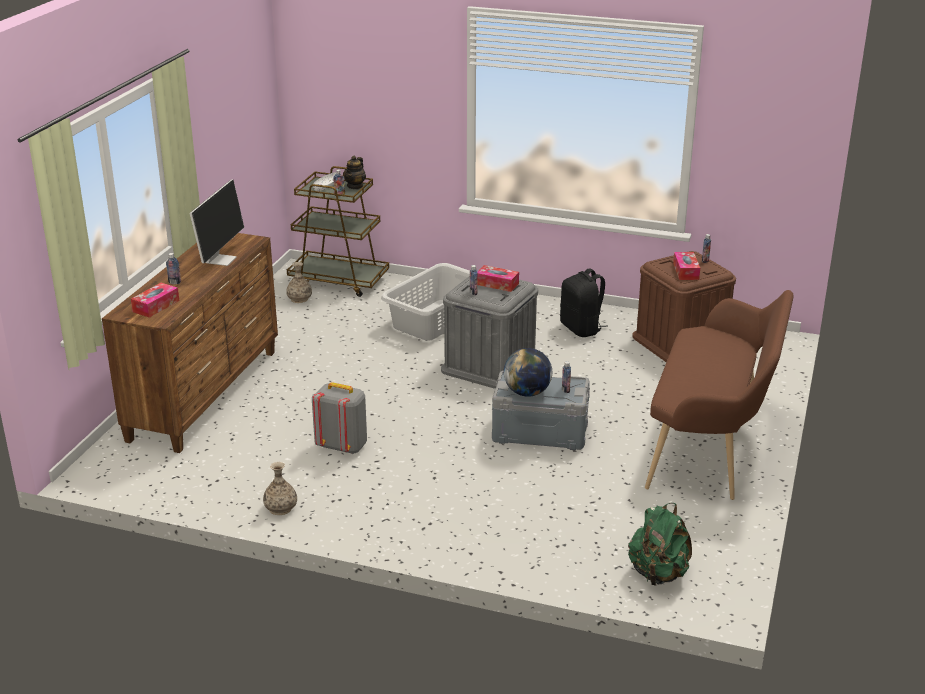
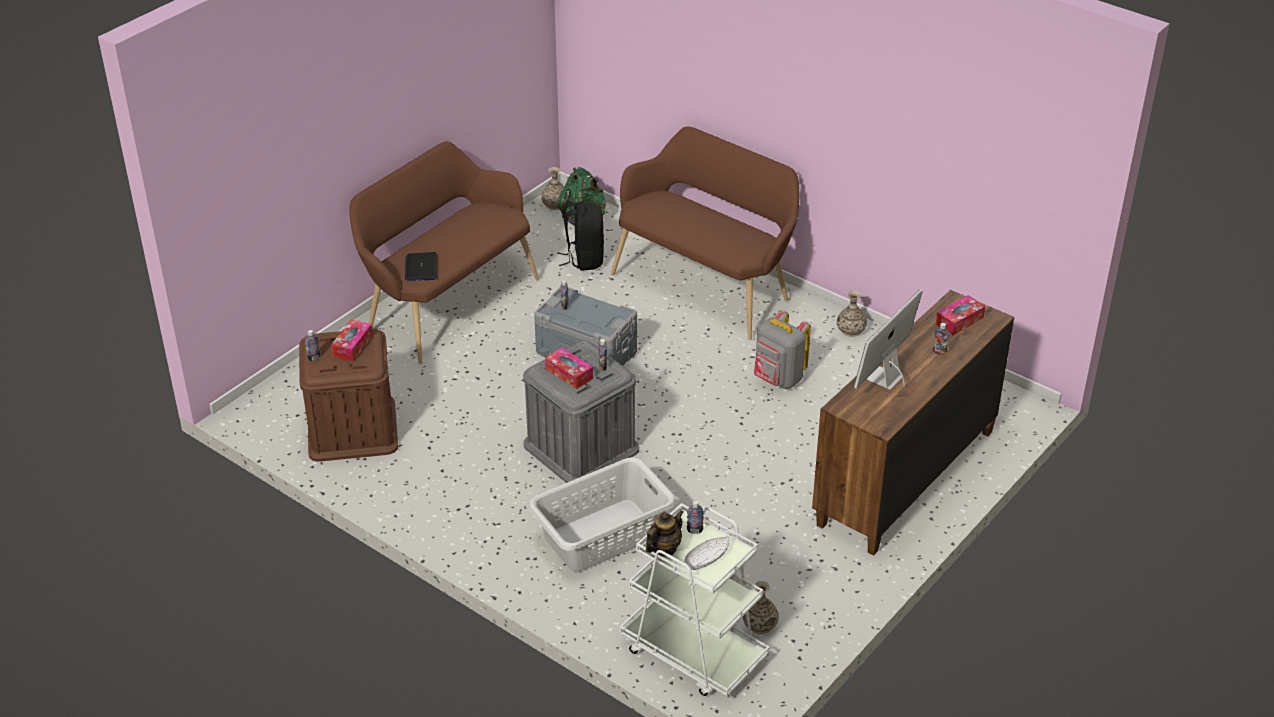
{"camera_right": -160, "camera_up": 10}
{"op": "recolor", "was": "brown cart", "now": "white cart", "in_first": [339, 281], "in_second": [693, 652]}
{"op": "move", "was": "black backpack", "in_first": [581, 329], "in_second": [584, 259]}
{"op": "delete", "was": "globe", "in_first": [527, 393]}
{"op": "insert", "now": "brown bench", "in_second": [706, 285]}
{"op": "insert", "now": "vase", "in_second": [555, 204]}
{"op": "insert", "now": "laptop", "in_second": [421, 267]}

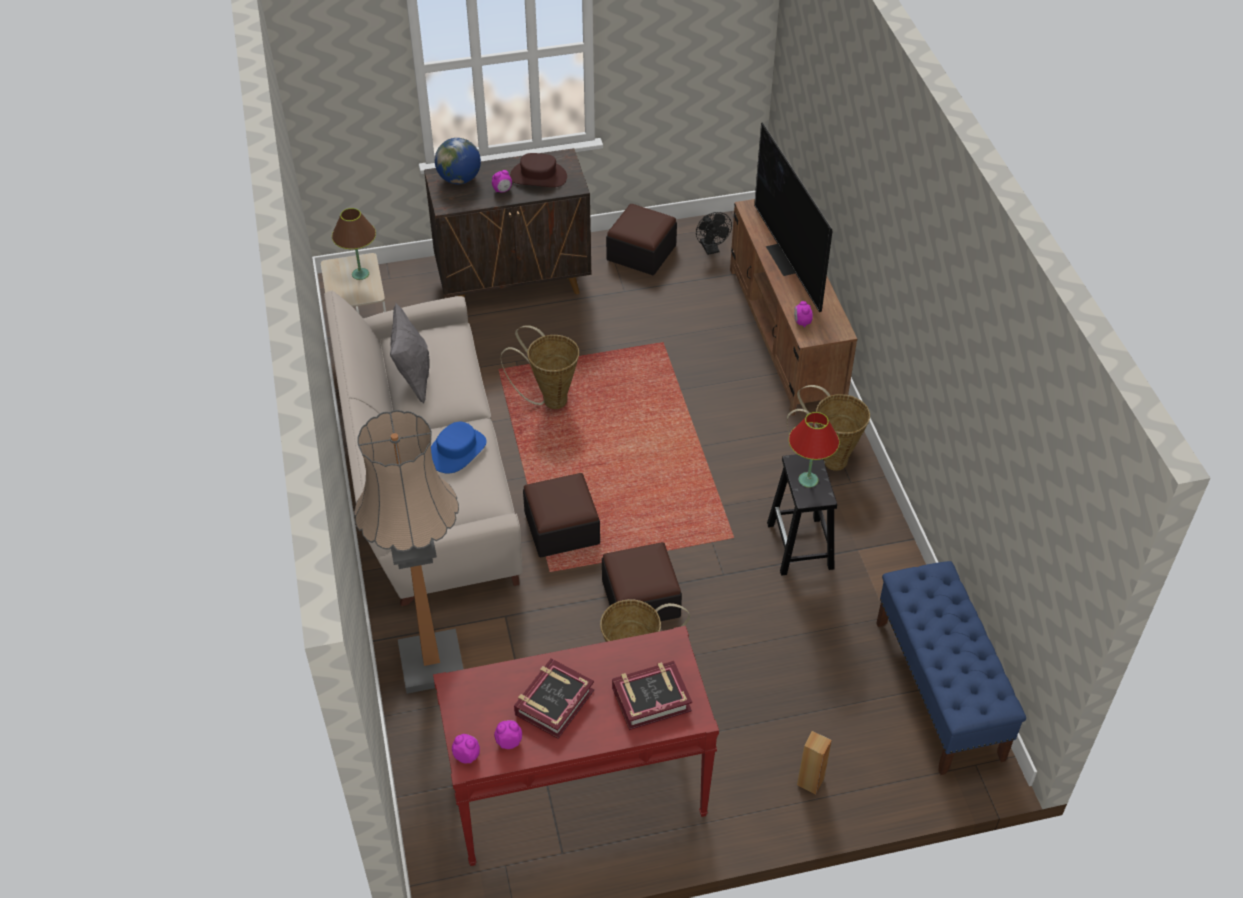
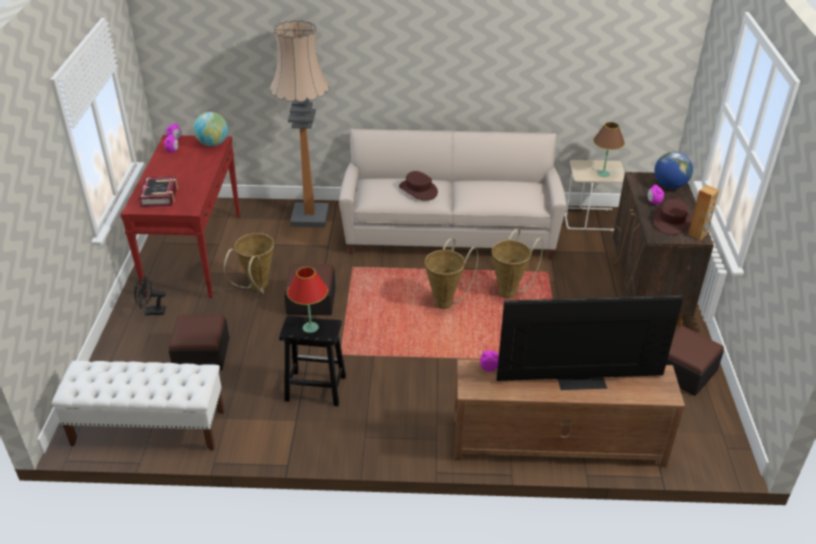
{"camera_right": 105, "camera_up": -10}
{"op": "move", "was": "black fan", "in_first": [711, 249], "in_second": [151, 312]}
{"op": "delete", "was": "grey pillow", "in_first": [413, 378]}
{"op": "move", "was": "basket", "in_first": [828, 460], "in_second": [446, 301]}
{"op": "recolor", "was": "blue hat", "now": "brown hat", "in_first": [457, 450], "in_second": [418, 190]}
{"op": "move", "was": "ottoman", "in_first": [562, 528], "in_second": [201, 354]}
{"op": "recolor", "was": "blue bench", "now": "white bench", "in_first": [939, 690], "in_second": [148, 428]}
{"op": "delete", "was": "book", "in_first": [553, 702]}
{"op": "move", "was": "brown speaker", "in_first": [810, 782], "in_second": [697, 234]}
{"op": "insert", "now": "globe", "in_second": [213, 144]}

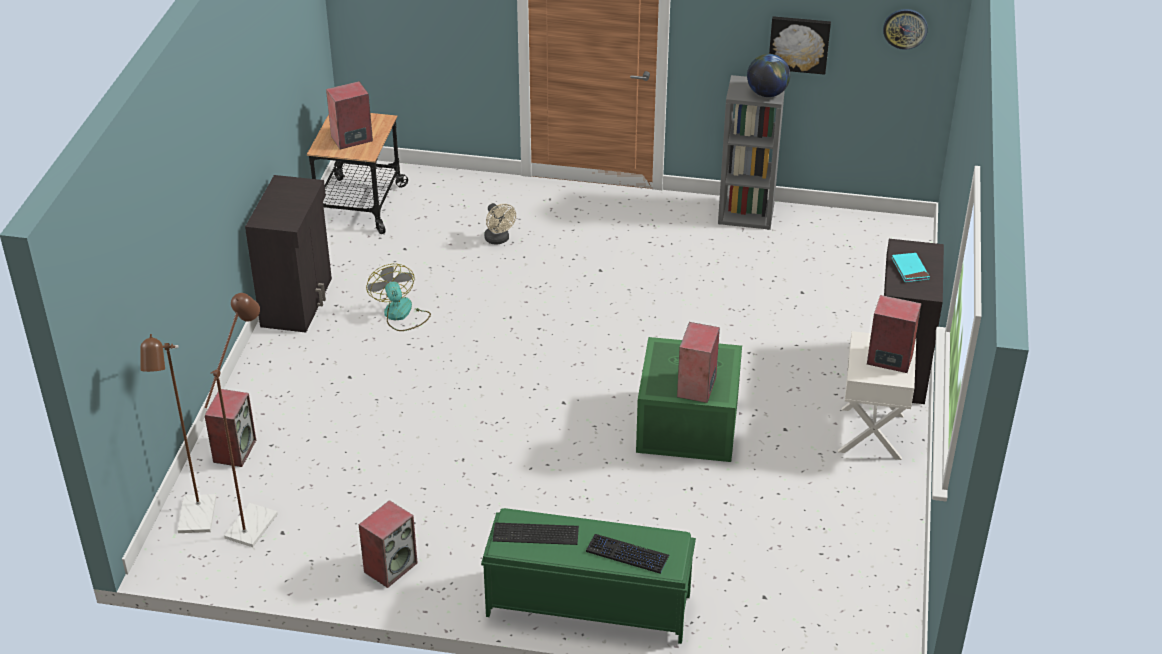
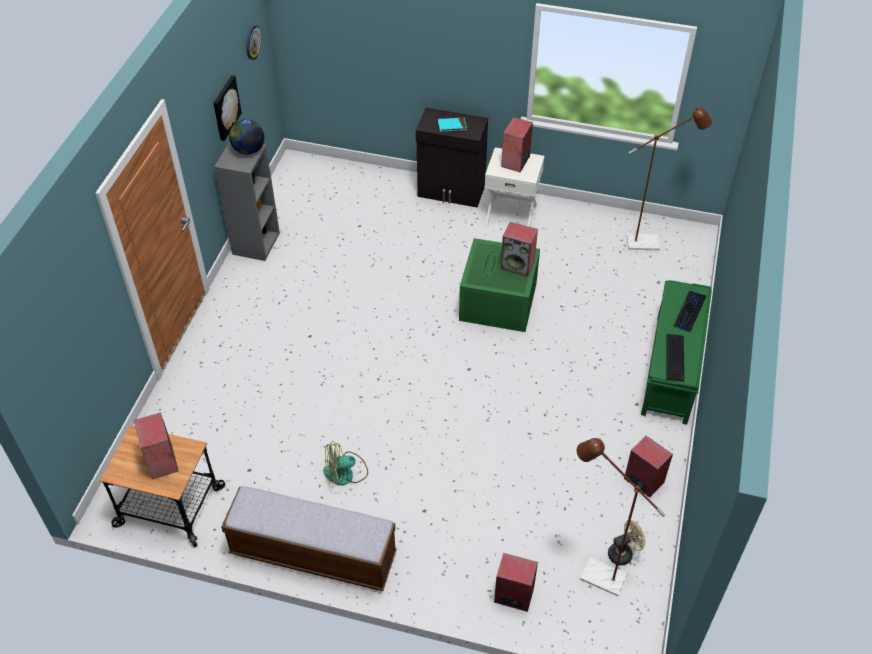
{"camera_right": -85, "camera_up": 10}
{"op": "replace", "was": "black cabinet", "now": "bench", "in_first": [298, 302], "in_second": [313, 554]}
{"op": "move", "was": "beige fan", "in_first": [499, 240], "in_second": [623, 553]}
{"op": "move", "was": "brown floor lamp", "in_first": [196, 522], "in_second": [649, 242]}

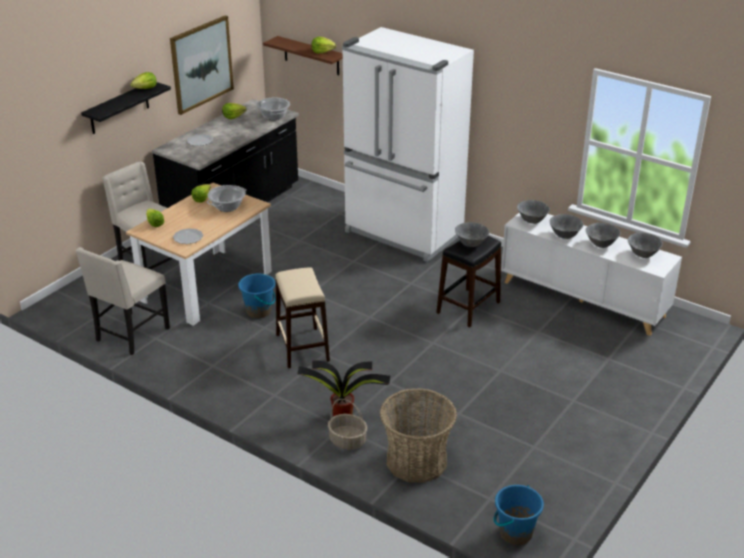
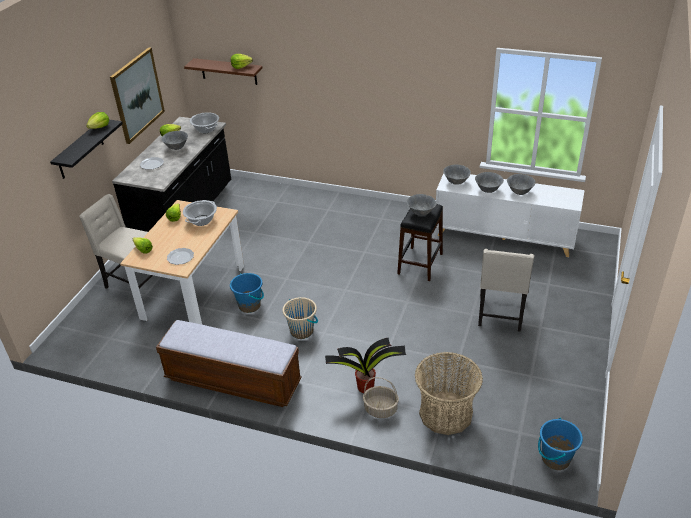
{"camera_right": -15, "camera_up": 5}
{"op": "delete", "was": "white fridge", "in_first": [403, 234]}
{"op": "move", "was": "grey bowl", "in_first": [642, 255], "in_second": [176, 148]}
{"op": "move", "was": "beige chair", "in_first": [131, 335], "in_second": [501, 314]}
{"op": "replace", "was": "beige stool", "now": "beige bucket", "in_first": [302, 347], "in_second": [302, 331]}
{"op": "insert", "now": "bench", "in_second": [233, 380]}

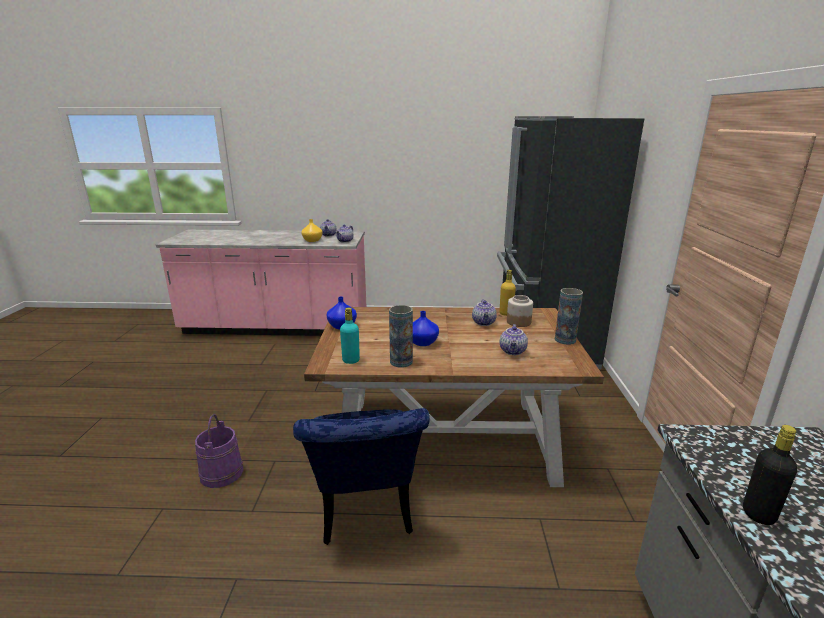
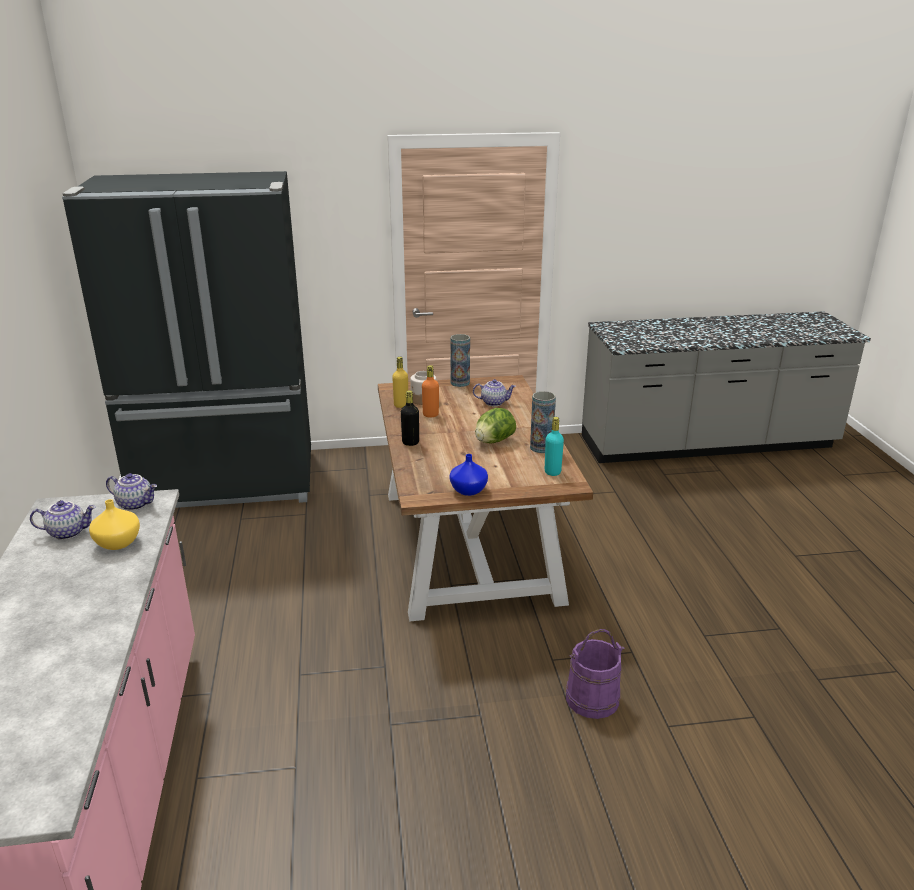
{"camera_right": -100, "camera_up": 5}
{"op": "replace", "was": "teapot", "now": "orange bottle", "in_first": [484, 323], "in_second": [430, 415]}
{"op": "replace", "was": "blue vase", "now": "lettuce", "in_first": [422, 343], "in_second": [494, 441]}
{"op": "delete", "was": "blue chair", "in_first": [365, 512]}
{"op": "move", "was": "black bottle", "in_first": [758, 514], "in_second": [410, 442]}

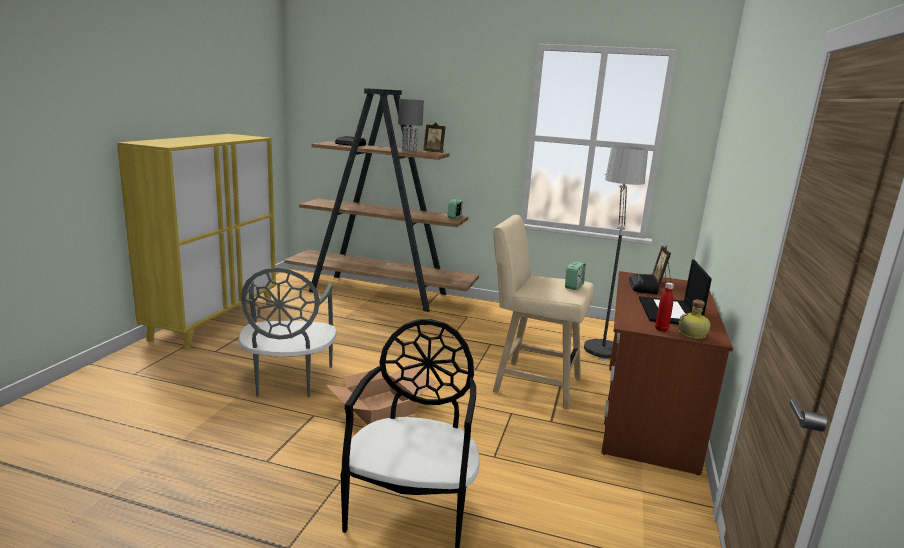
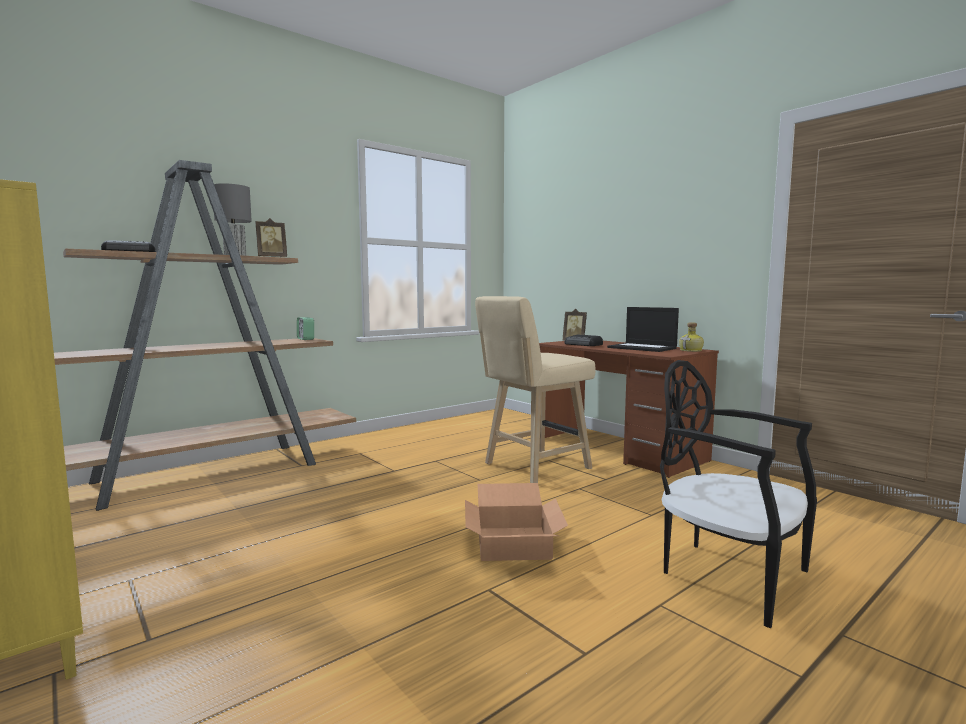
{"camera_right": -55, "camera_up": -10}
{"op": "delete", "was": "floor lamp", "in_first": [600, 339]}
{"op": "delete", "was": "alarm clock", "in_first": [573, 286]}
{"op": "delete", "was": "grey chair", "in_first": [288, 381]}
{"op": "delete", "was": "red bottle", "in_first": [661, 329]}

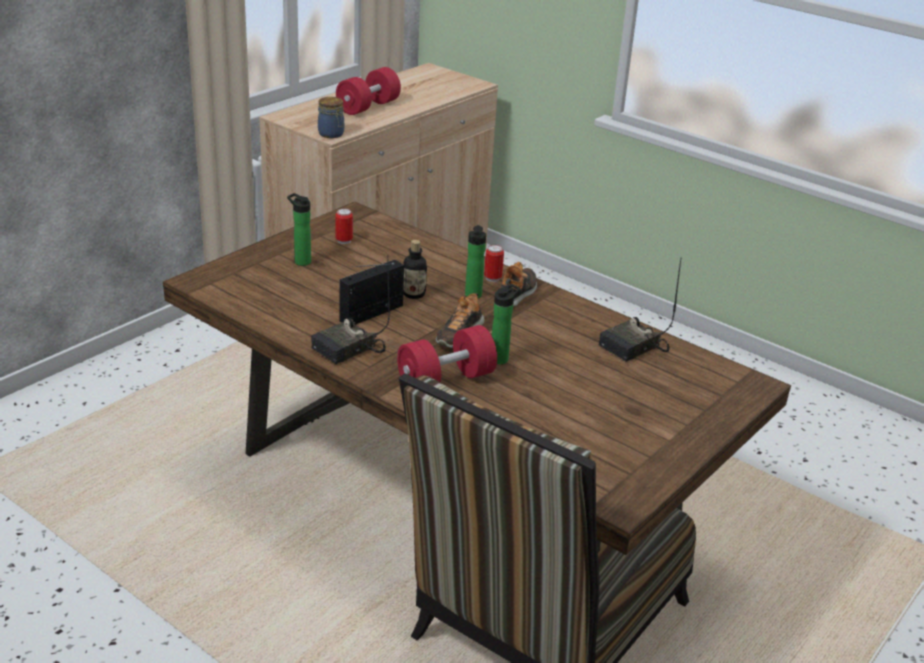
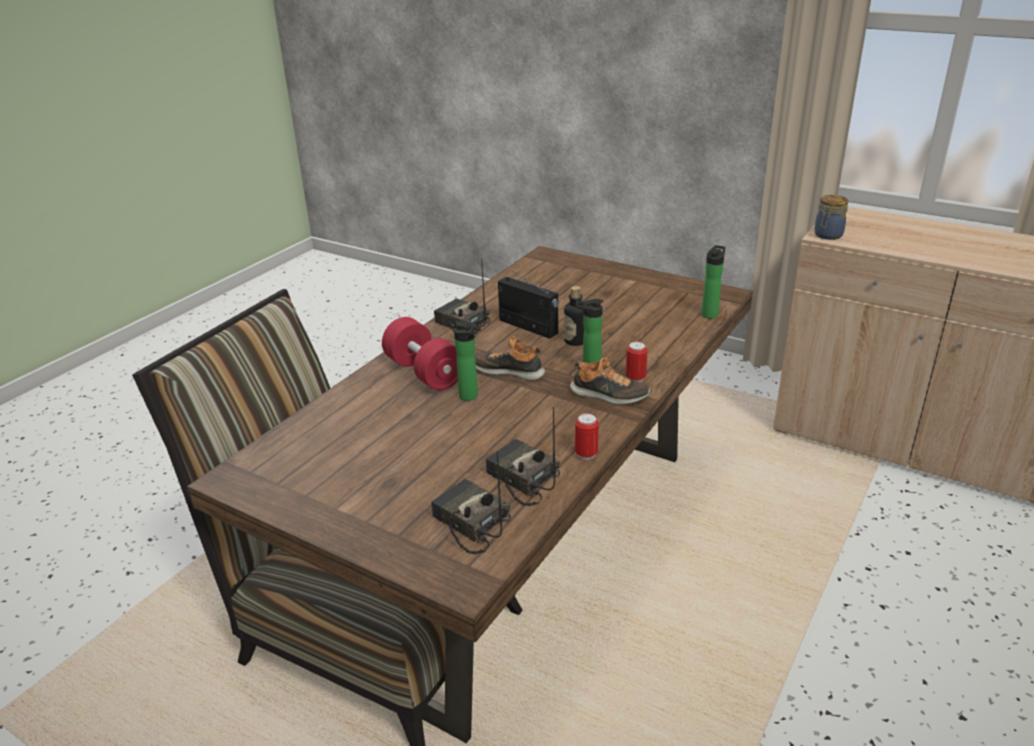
{"camera_right": 85, "camera_up": 0}
{"op": "delete", "was": "red dumbbell", "in_first": [368, 107]}
{"op": "move", "was": "bottle", "in_first": [300, 261], "in_second": [710, 314]}
{"op": "move", "was": "can", "in_first": [344, 241], "in_second": [586, 454]}
{"op": "insert", "now": "radio", "in_second": [469, 523]}

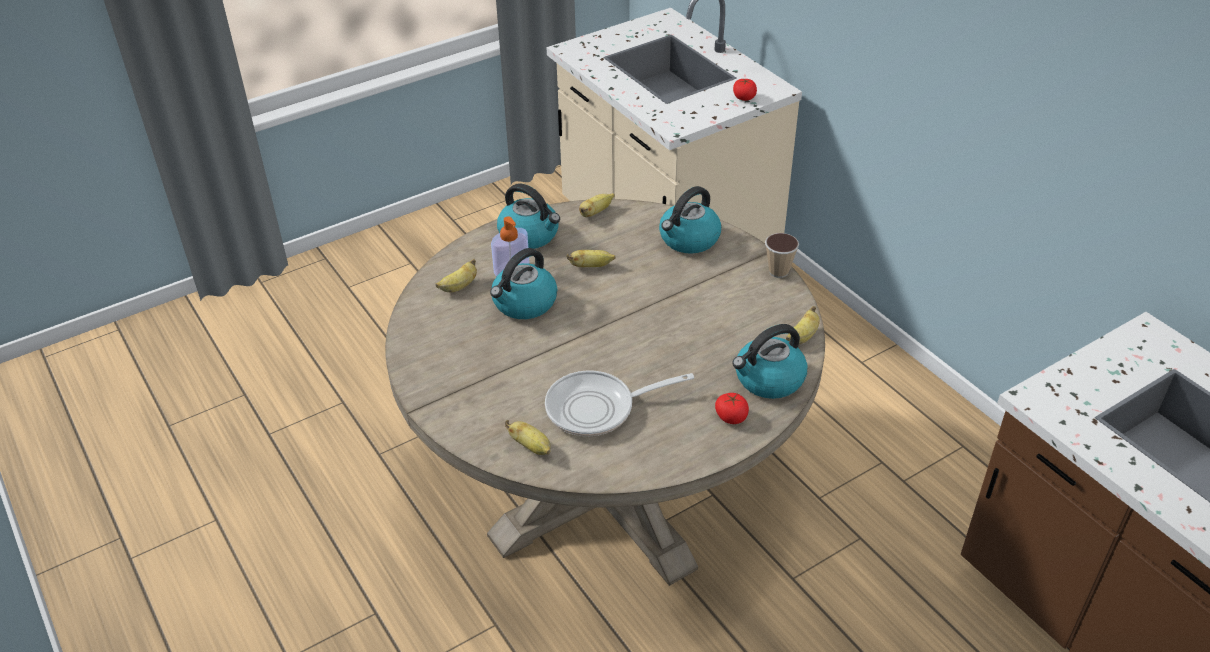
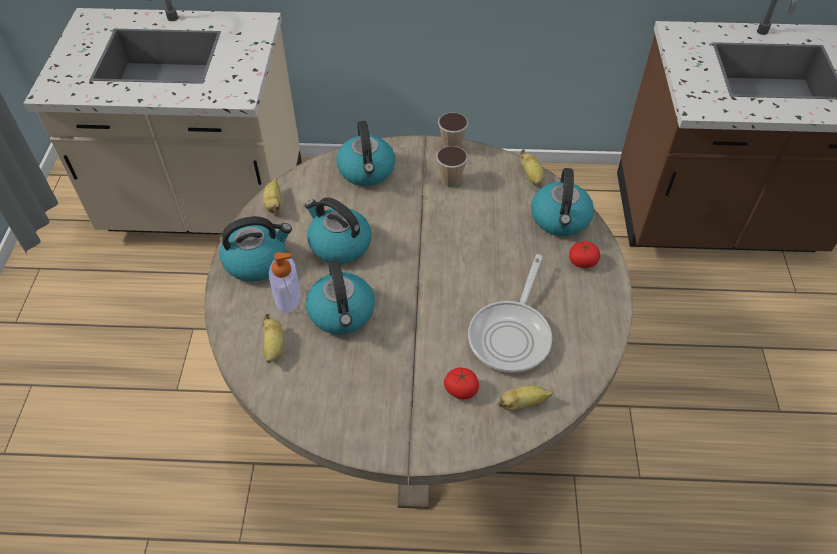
{"camera_right": -55, "camera_up": 10}
{"op": "move", "was": "tomato", "in_first": [744, 97], "in_second": [461, 389]}
{"op": "replace", "was": "banana", "now": "kettle", "in_first": [591, 266], "in_second": [339, 244]}
{"op": "insert", "now": "cup", "in_second": [450, 181]}

